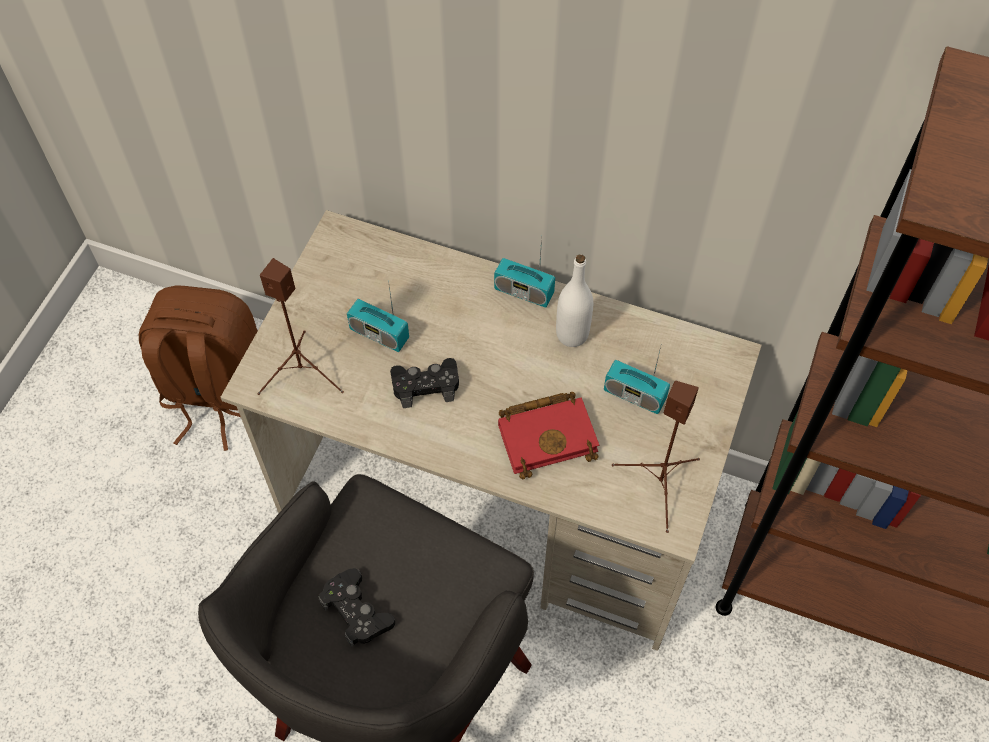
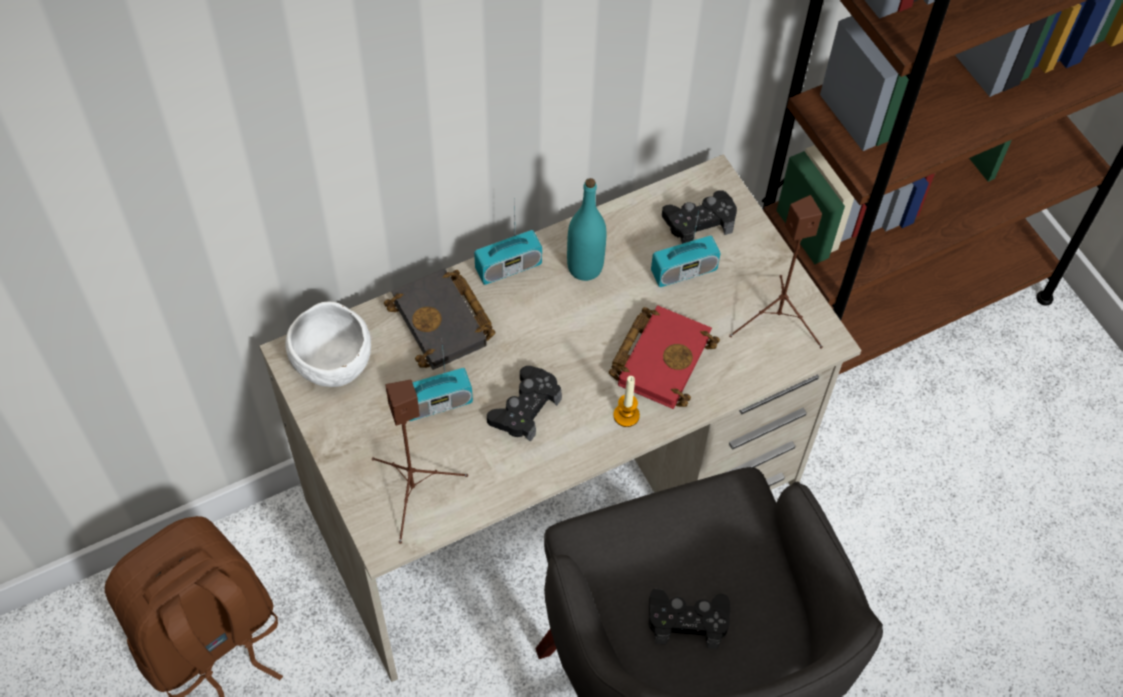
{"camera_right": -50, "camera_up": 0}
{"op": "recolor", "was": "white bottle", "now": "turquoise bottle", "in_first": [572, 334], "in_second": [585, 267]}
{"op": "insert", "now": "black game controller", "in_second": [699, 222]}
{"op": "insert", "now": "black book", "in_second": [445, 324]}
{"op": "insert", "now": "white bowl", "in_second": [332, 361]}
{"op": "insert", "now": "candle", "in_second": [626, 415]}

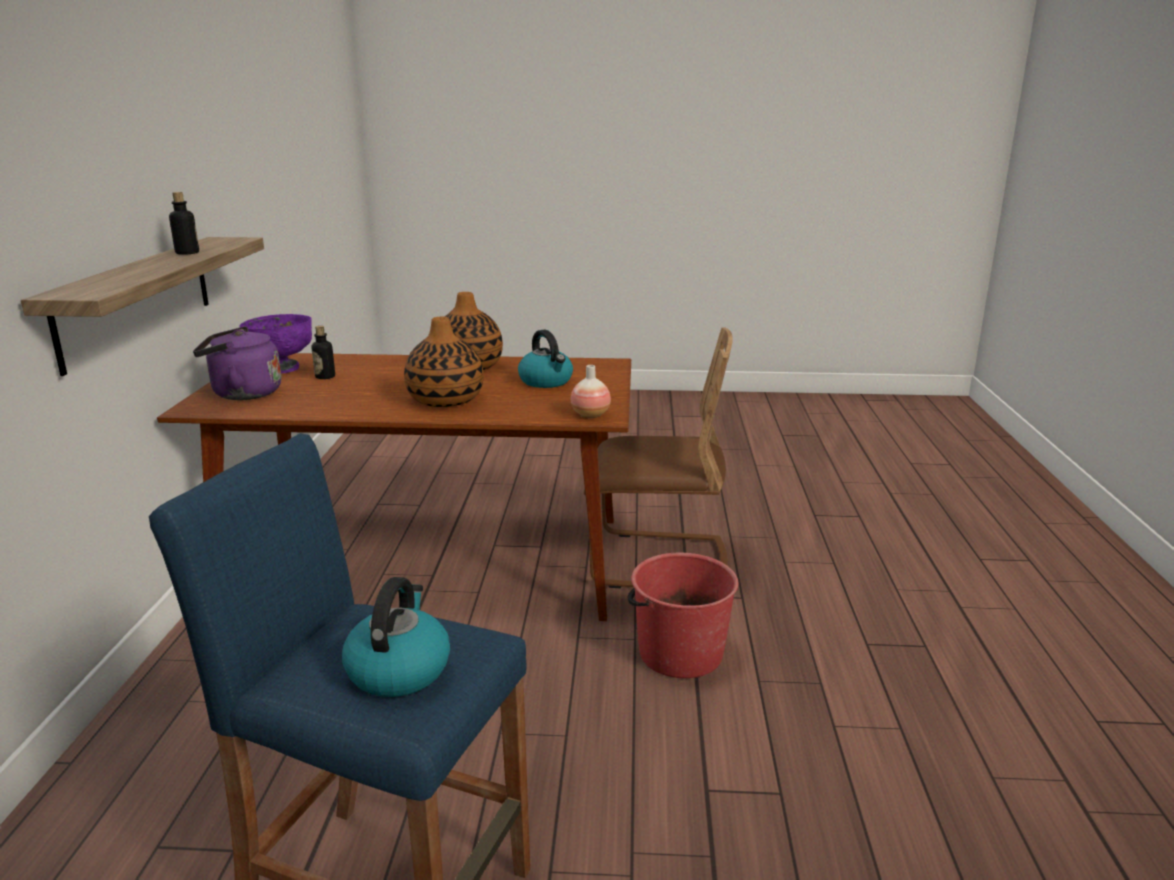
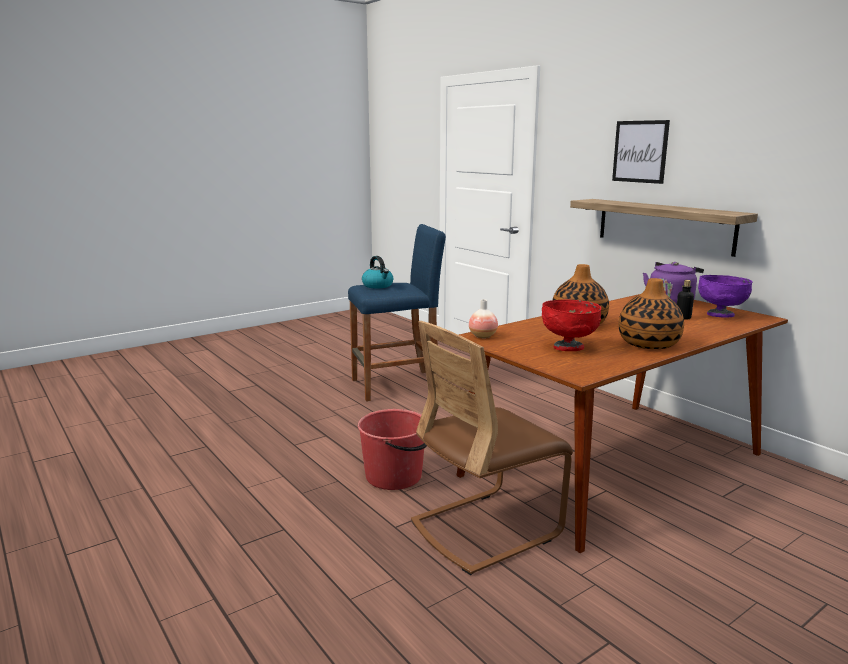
{"camera_right": 140, "camera_up": -5}
{"op": "delete", "was": "bottle", "in_first": [187, 253]}
{"op": "replace", "was": "kettle", "now": "red bowl", "in_first": [546, 381], "in_second": [569, 348]}
{"op": "insert", "now": "picture", "in_second": [640, 151]}

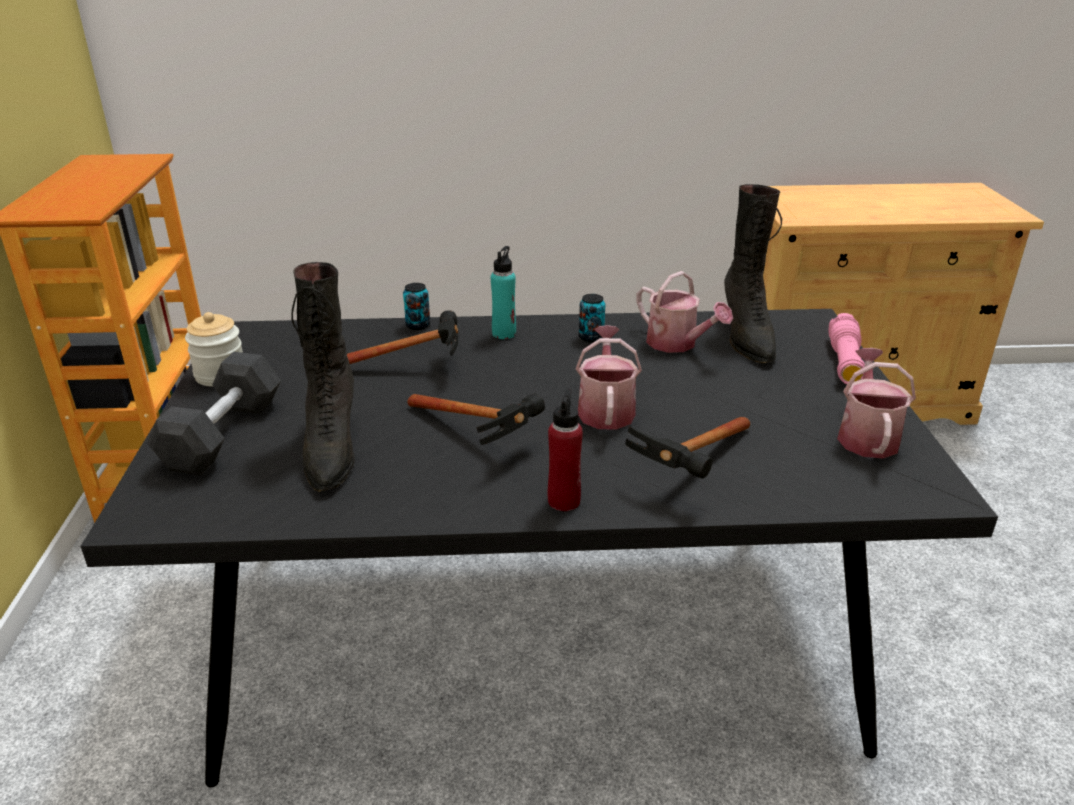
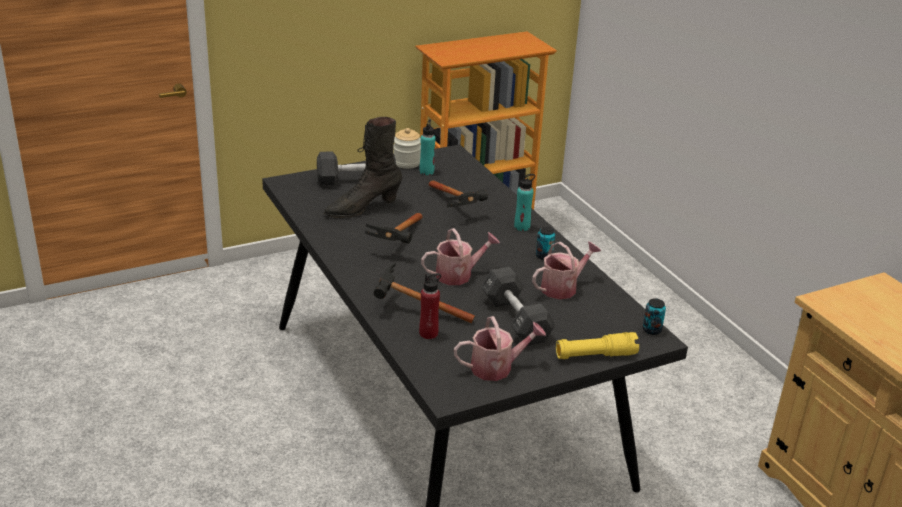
{"camera_right": 65, "camera_up": 0}
{"op": "delete", "was": "black boot", "in_first": [746, 337]}
{"op": "rotate", "was": "watering can", "in_first": [677, 344], "in_second": [563, 287], "clockwise": -150}
{"op": "move", "was": "can", "in_first": [418, 325], "in_second": [652, 330]}
{"op": "recolor", "was": "pink flashlight", "now": "yellow flashlight", "in_first": [844, 362], "in_second": [595, 355]}
{"op": "move", "was": "red bottle", "in_first": [564, 501], "in_second": [428, 333]}
{"op": "insert", "now": "turquoise bottle", "in_second": [426, 171]}
{"op": "insert", "now": "black dumbbell", "in_second": [515, 320]}

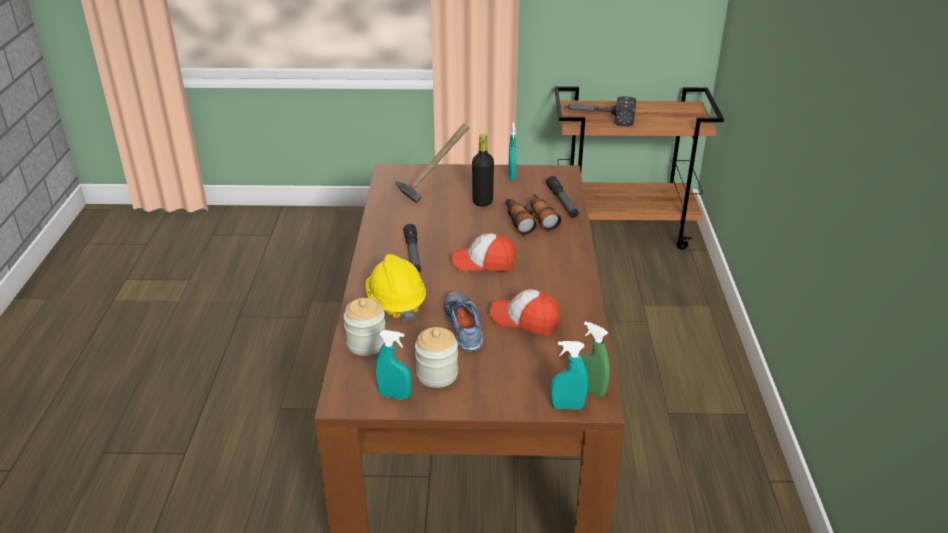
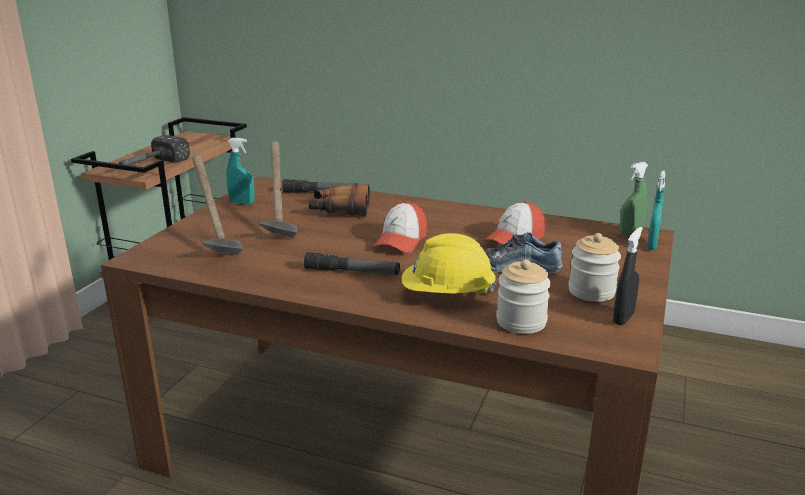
{"camera_right": -70, "camera_up": -10}
{"op": "replace", "was": "black bottle", "now": "hammer", "in_first": [482, 202], "in_second": [278, 223]}
{"op": "recolor", "was": "turquoise spray bottle", "now": "black spray bottle", "in_first": [394, 395], "in_second": [623, 318]}

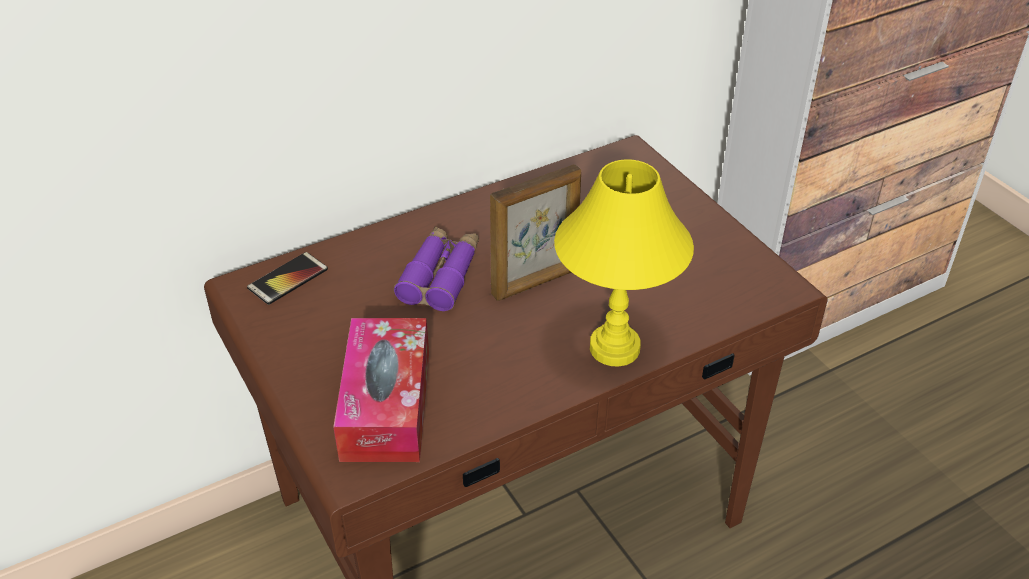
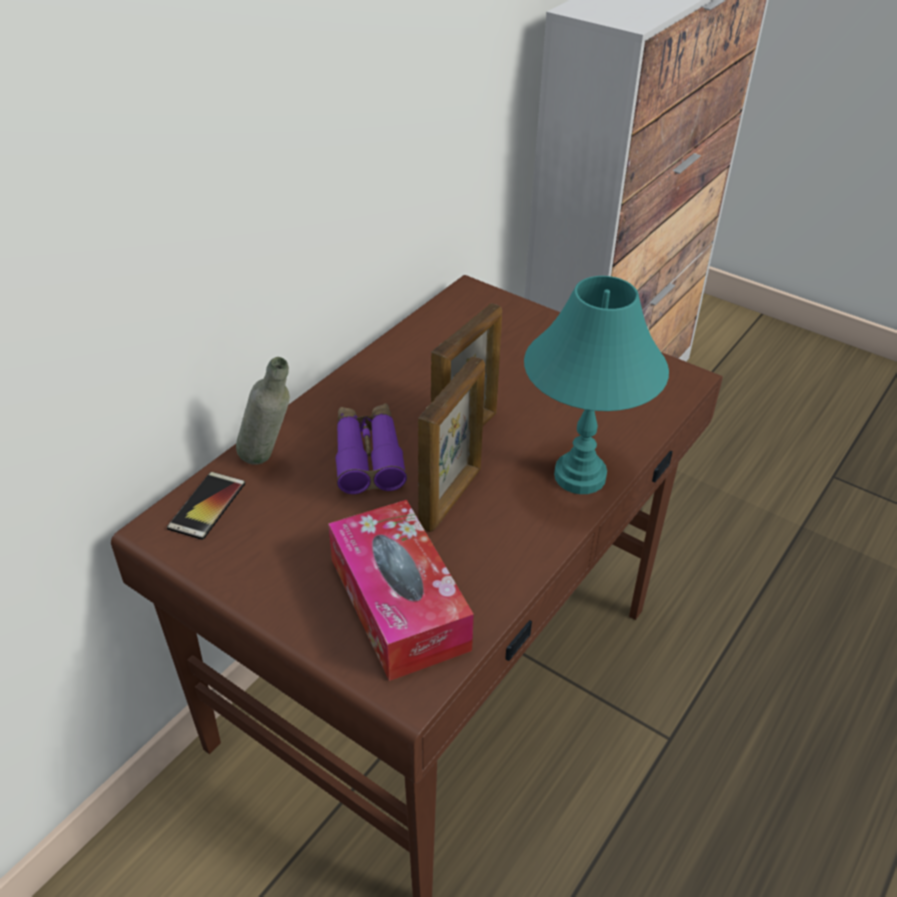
{"camera_right": -25, "camera_up": 0}
{"op": "recolor", "was": "yellow table lamp", "now": "turquoise table lamp", "in_first": [615, 348], "in_second": [581, 476]}
{"op": "insert", "now": "picture frame", "in_second": [451, 497]}
{"op": "insert", "now": "grey bottle", "in_second": [270, 461]}

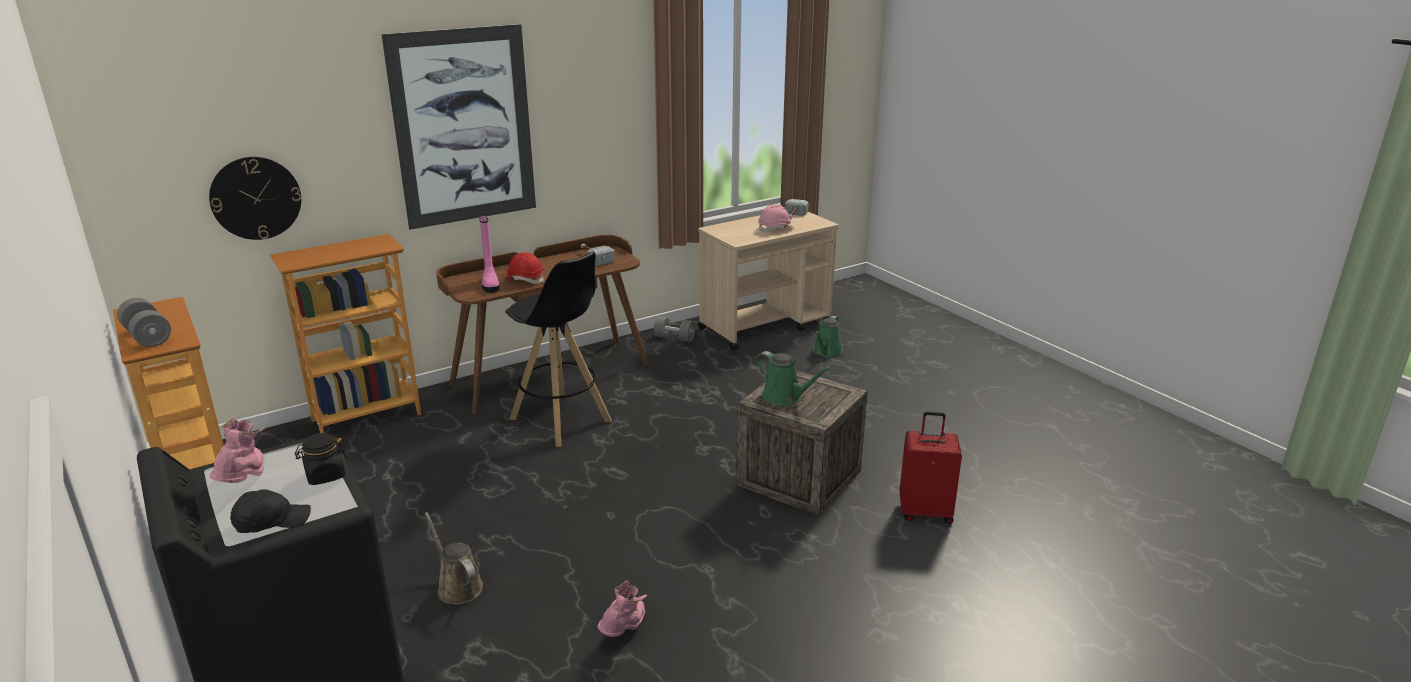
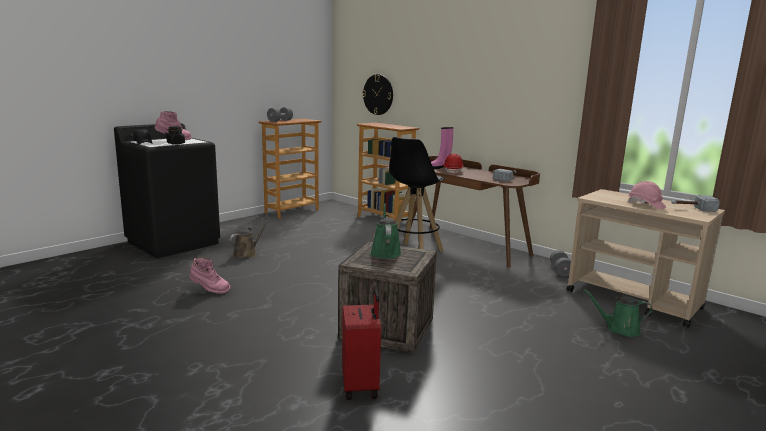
{"camera_right": 75, "camera_up": -10}
{"op": "delete", "was": "picture", "in_first": [464, 127]}
{"op": "rotate", "was": "green watering can", "in_first": [785, 397], "in_second": [385, 252], "clockwise": 150}

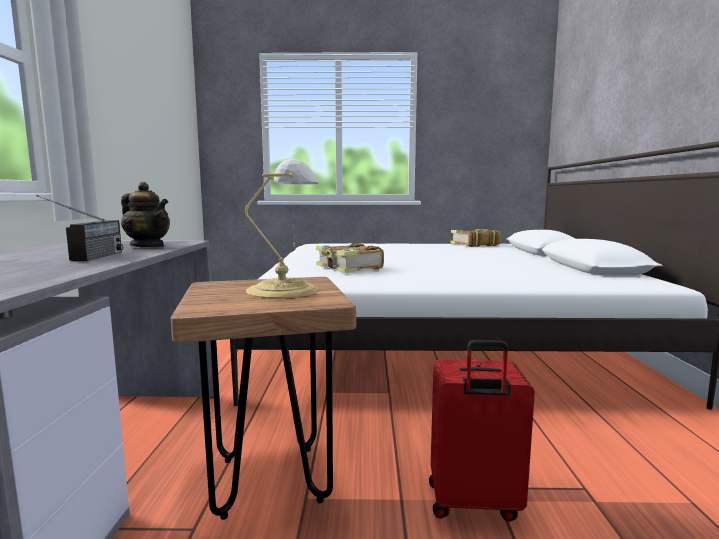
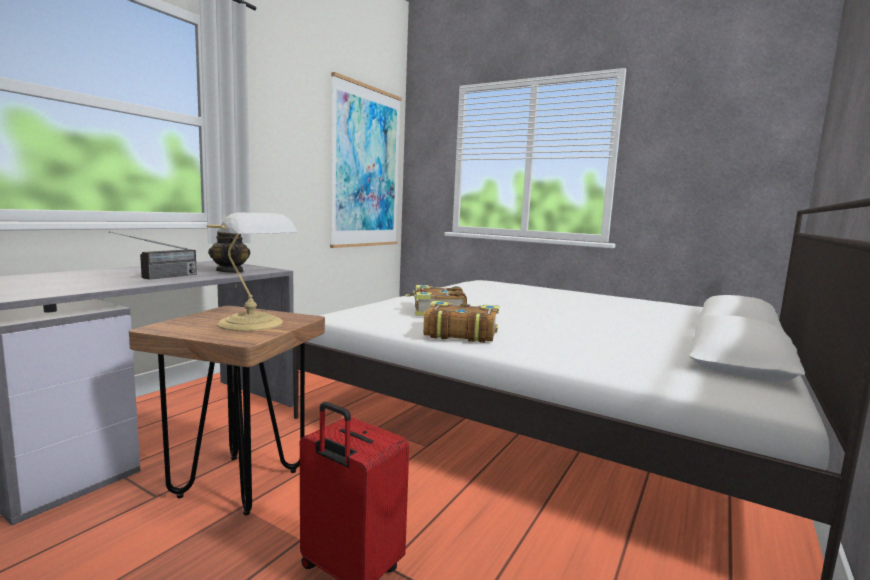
{"camera_right": 30, "camera_up": 0}
{"op": "move", "was": "book", "in_first": [474, 244], "in_second": [460, 333]}
{"op": "insert", "now": "picture", "in_second": [366, 168]}

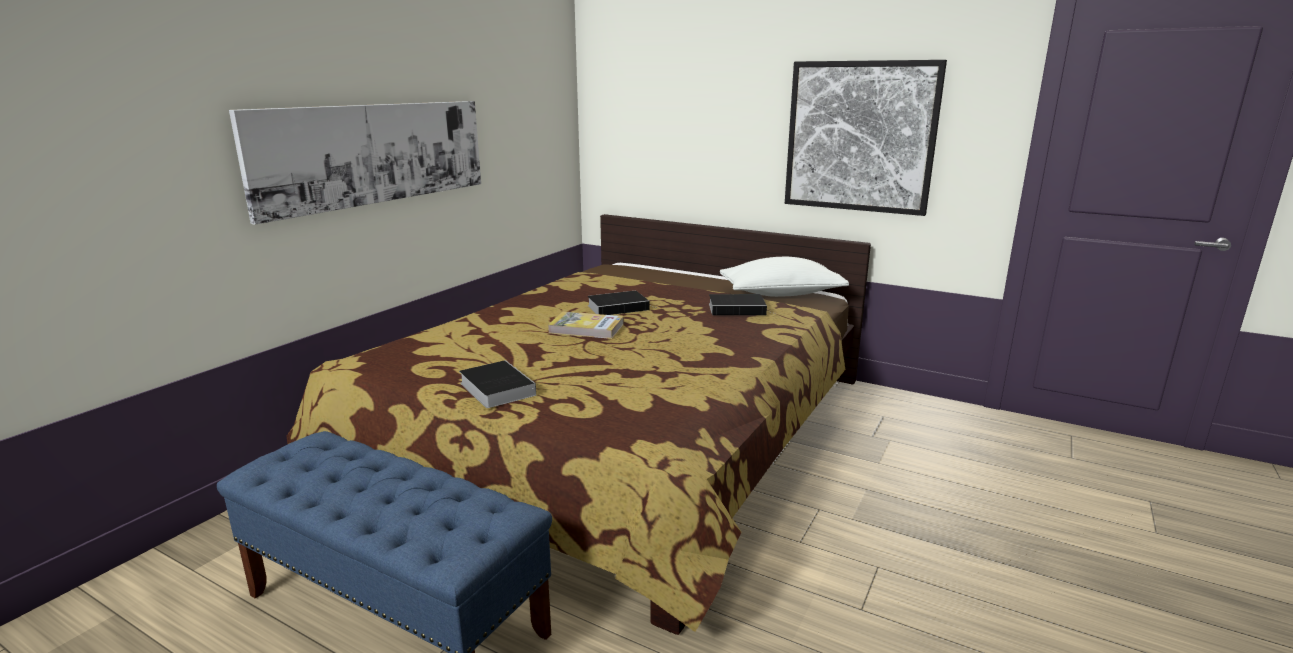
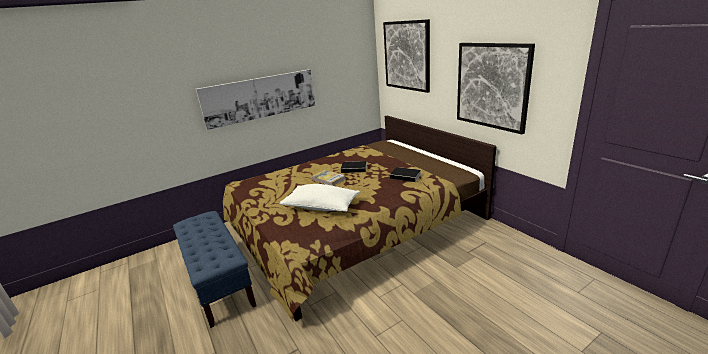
{"camera_right": 30, "camera_up": 5}
{"op": "move", "was": "white pillow", "in_first": [781, 294], "in_second": [321, 207]}
{"op": "delete", "was": "book", "in_first": [495, 388]}
{"op": "insert", "now": "picture", "in_second": [406, 55]}

